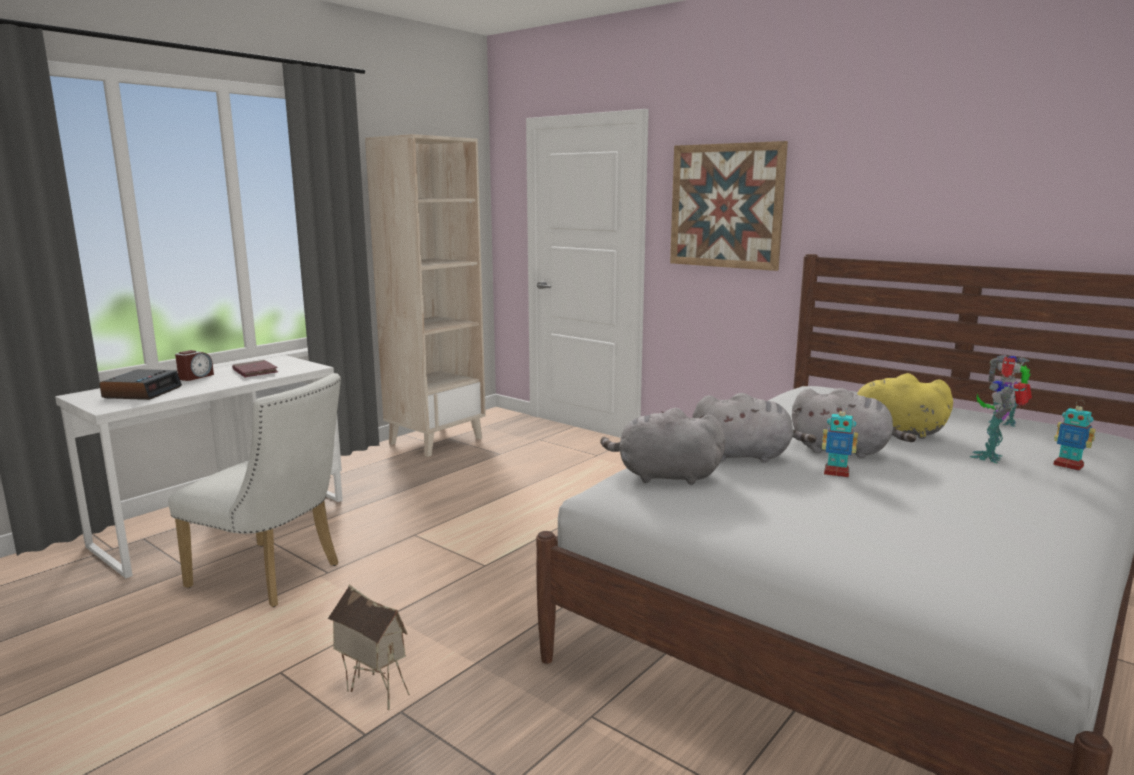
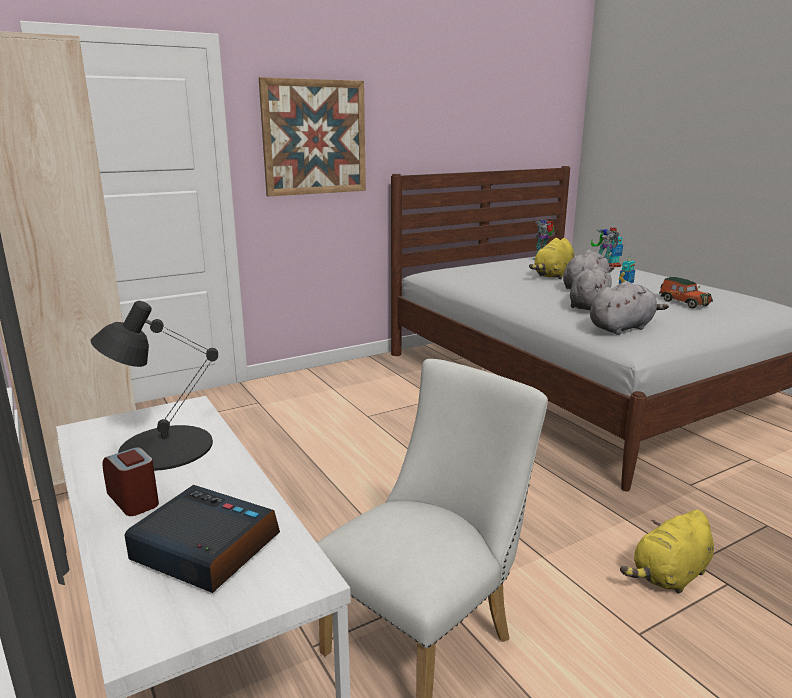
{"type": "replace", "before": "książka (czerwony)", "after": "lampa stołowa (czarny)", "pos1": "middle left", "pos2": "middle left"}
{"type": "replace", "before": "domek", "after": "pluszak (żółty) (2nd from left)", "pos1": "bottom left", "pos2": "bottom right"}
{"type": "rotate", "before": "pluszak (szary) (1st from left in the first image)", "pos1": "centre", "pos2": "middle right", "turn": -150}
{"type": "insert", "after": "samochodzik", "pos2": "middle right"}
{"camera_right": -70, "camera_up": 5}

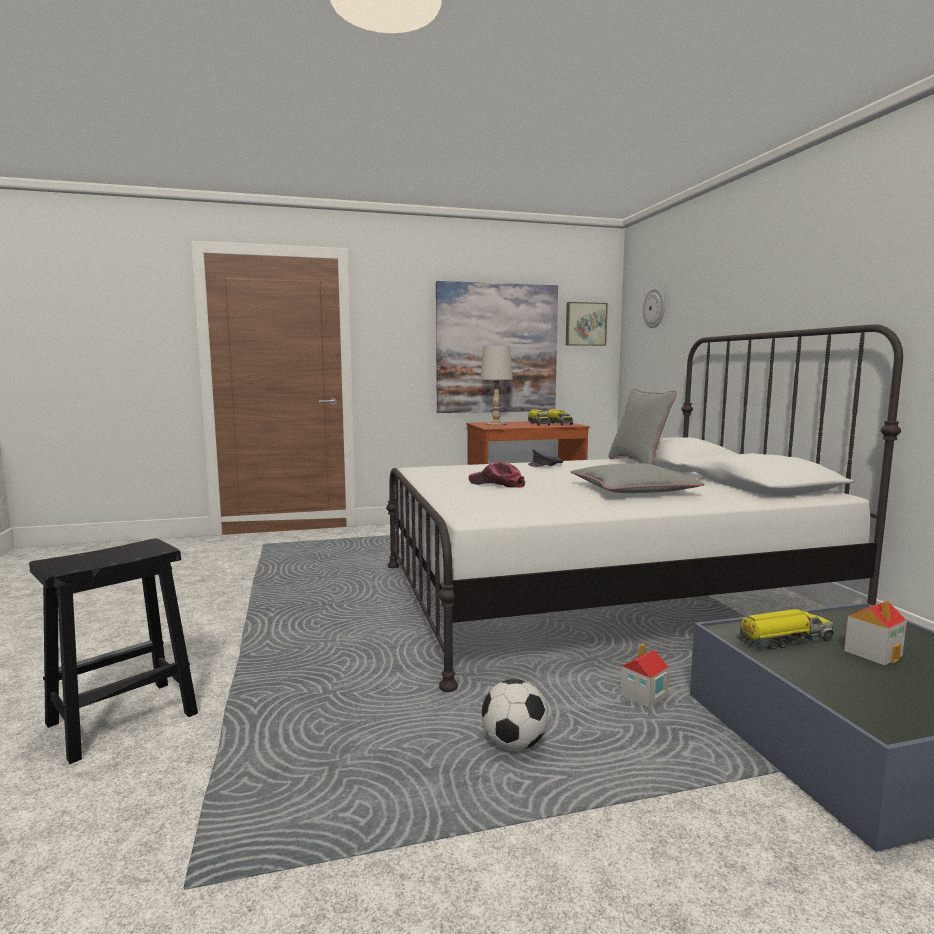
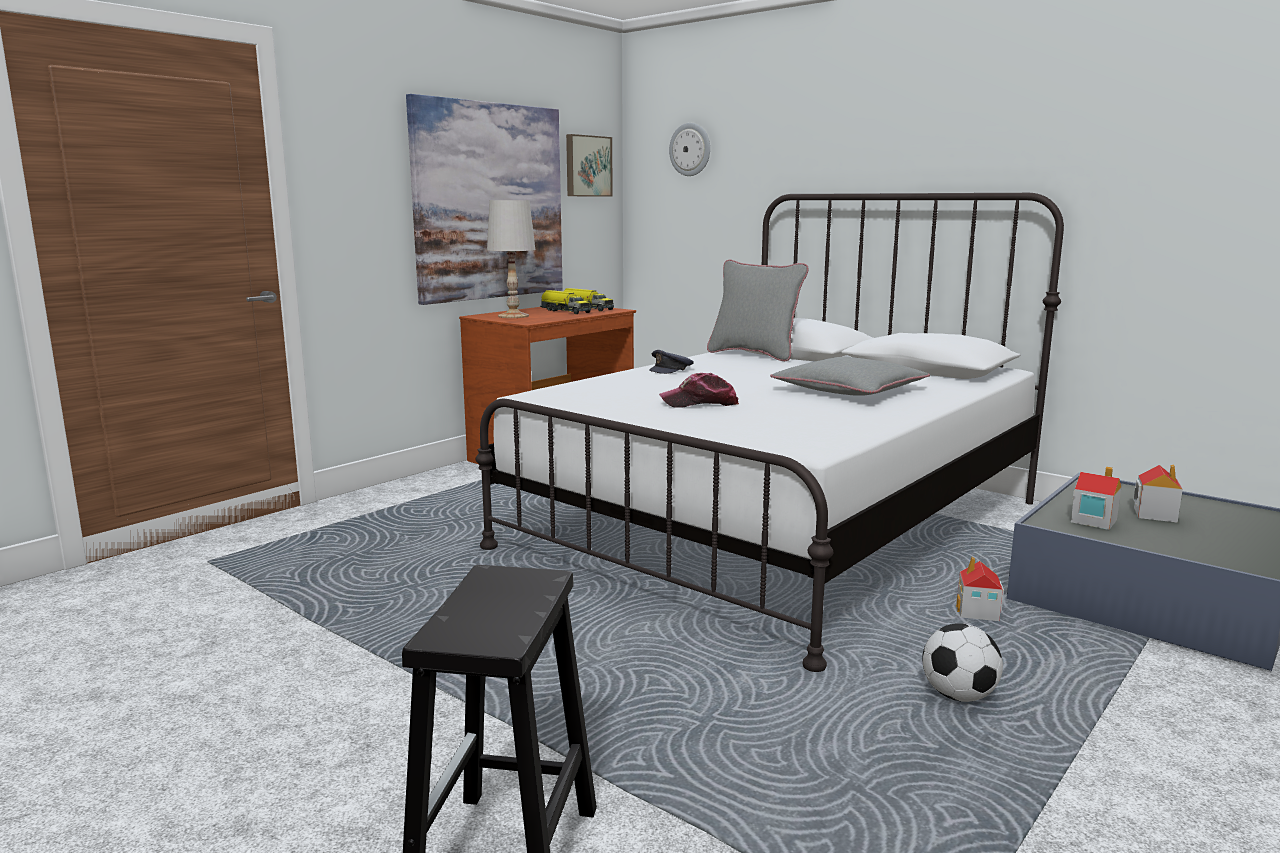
{"type": "replace", "before": "ciężarówka zabawkowa (3rd from left)", "after": "domek (2nd from left)", "pos1": "bottom right", "pos2": "middle right"}
{"camera_right": -35, "camera_up": 5}

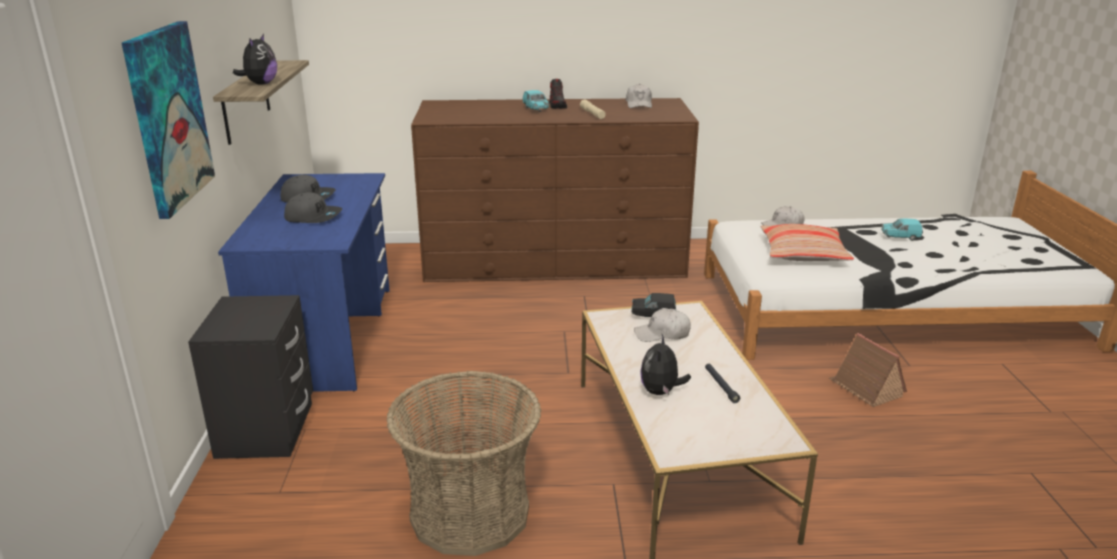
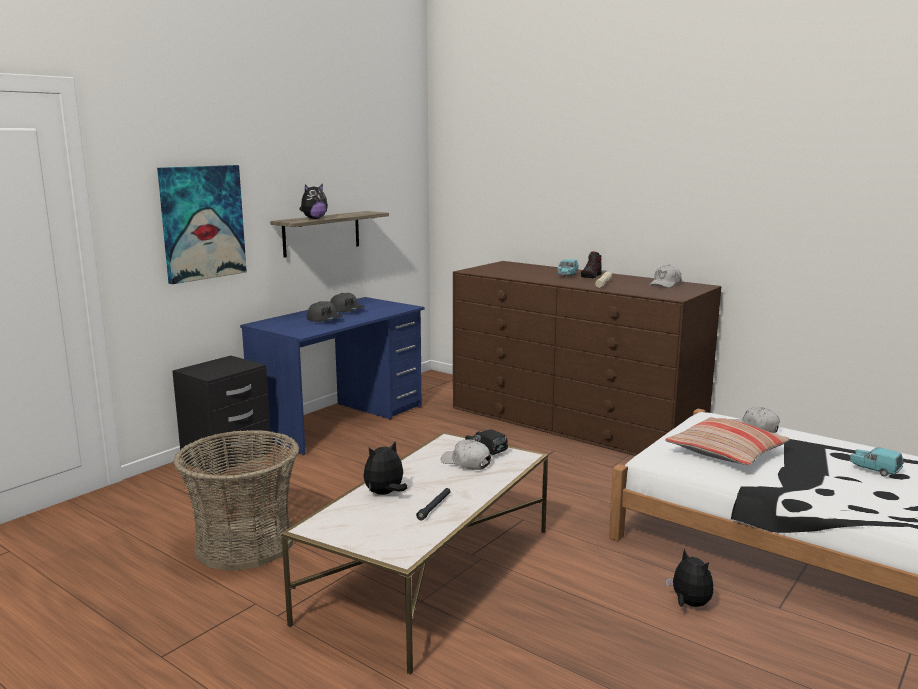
{"type": "replace", "before": "domek", "after": "pluszak (3rd from left)", "pos1": "middle right", "pos2": "bottom right"}
{"camera_right": 40, "camera_up": -10}

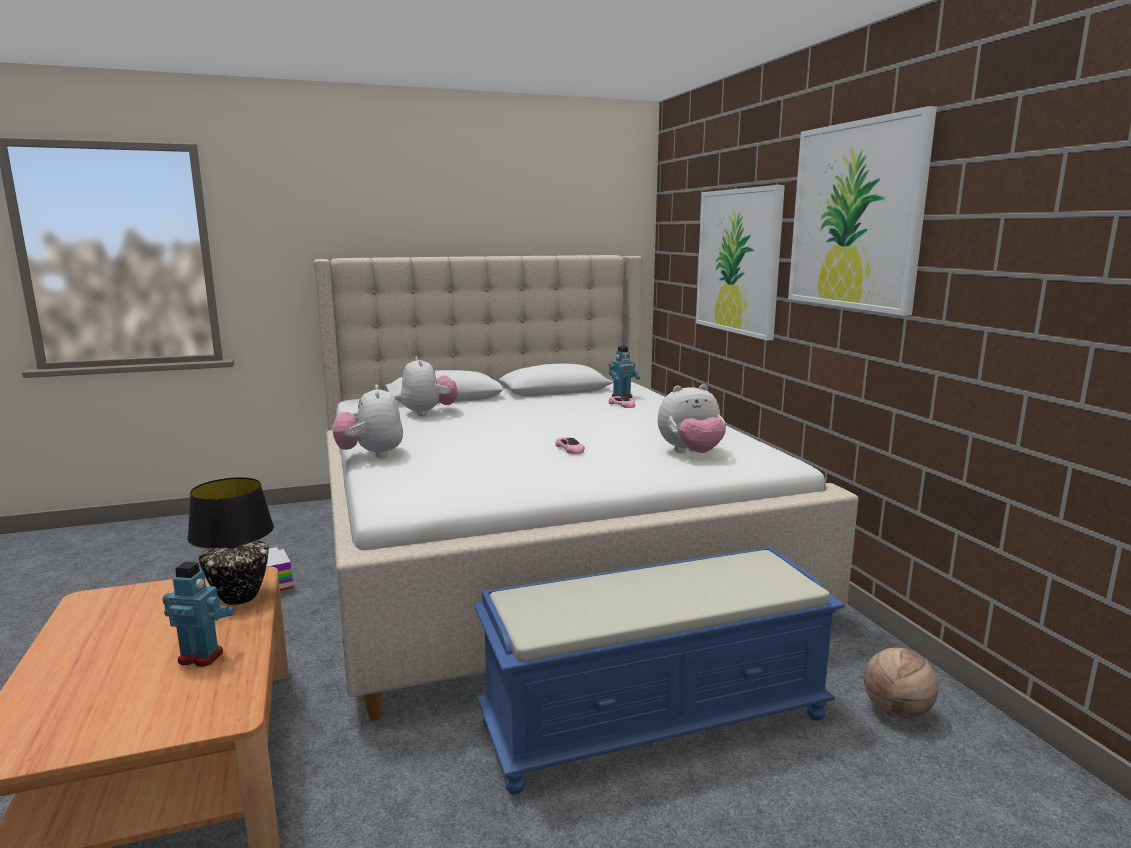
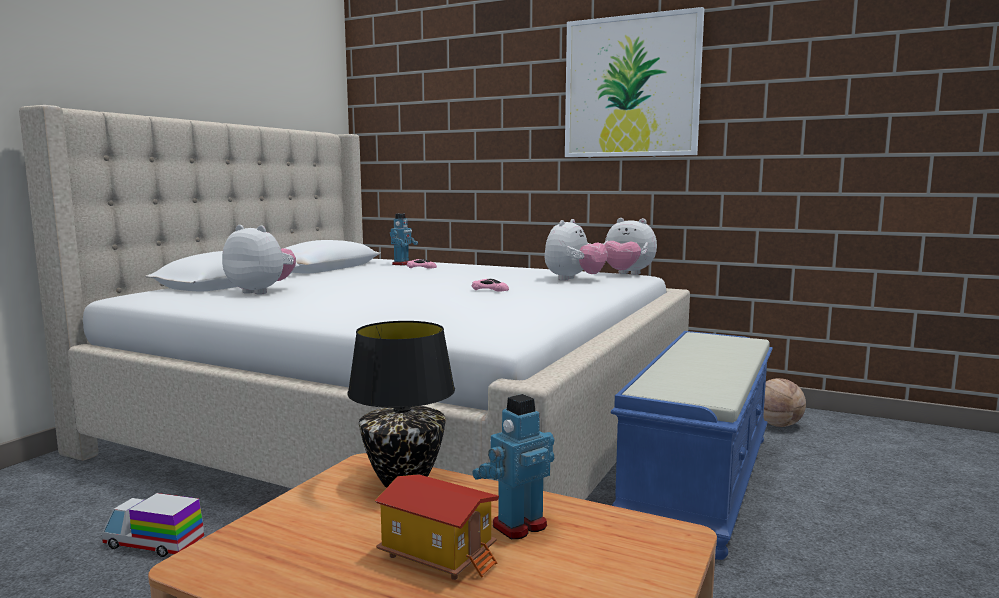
{"type": "move", "before": "pluszak (1st from left in the first image)", "after": "pluszak (3rd from left)", "pos1": "middle left", "pos2": "centre"}
{"type": "delete", "before": "obraz (1st from left)", "pos1": "top centre"}
{"type": "insert", "after": "domek", "pos2": "bottom centre"}
{"camera_right": -45, "camera_up": -5}

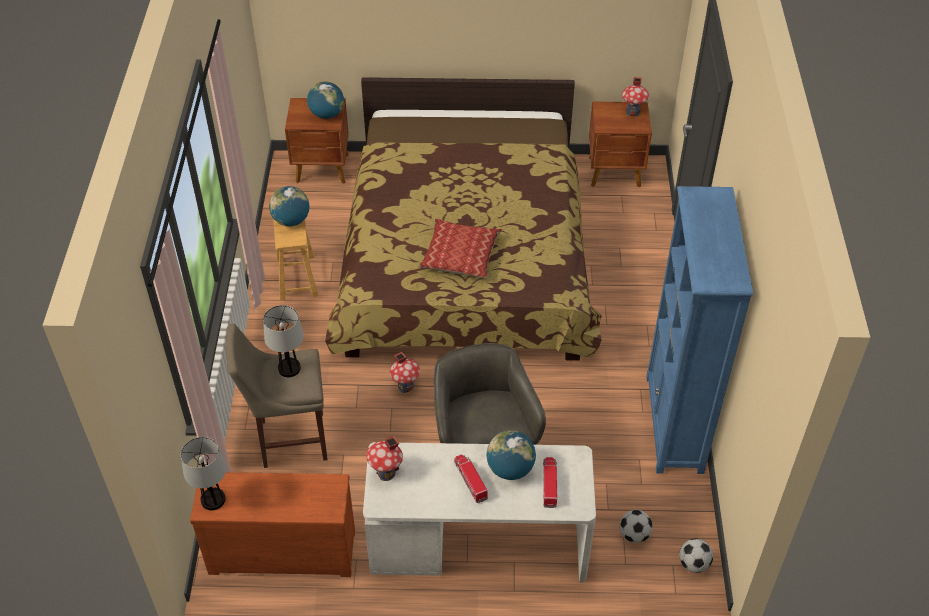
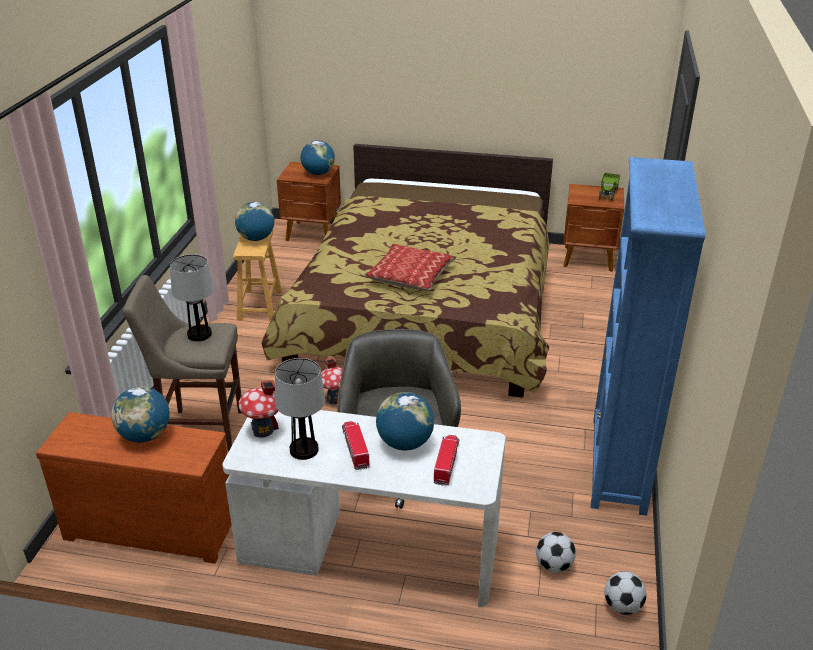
{"type": "move", "before": "lampa stołowa (1st from left in the first image)", "after": "lampa stołowa (2nd from left)", "pos1": "bottom left", "pos2": "centre"}
{"type": "replace", "before": "domek (3rd from left)", "after": "ciężarówka zabawkowa (3rd from left)", "pos1": "top right", "pos2": "top right"}
{"type": "insert", "after": "globus (1st from left)", "pos2": "middle left"}
{"camera_right": 10, "camera_up": -15}

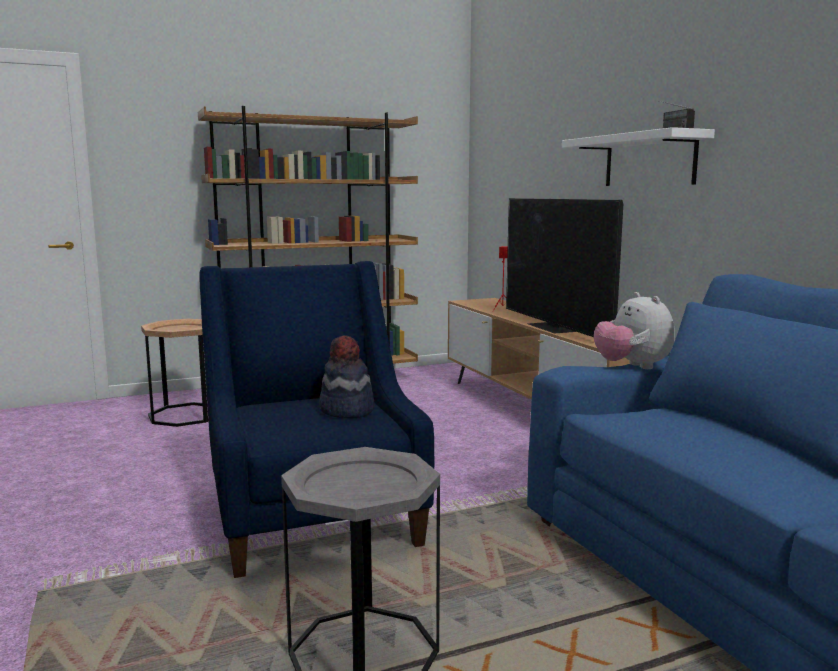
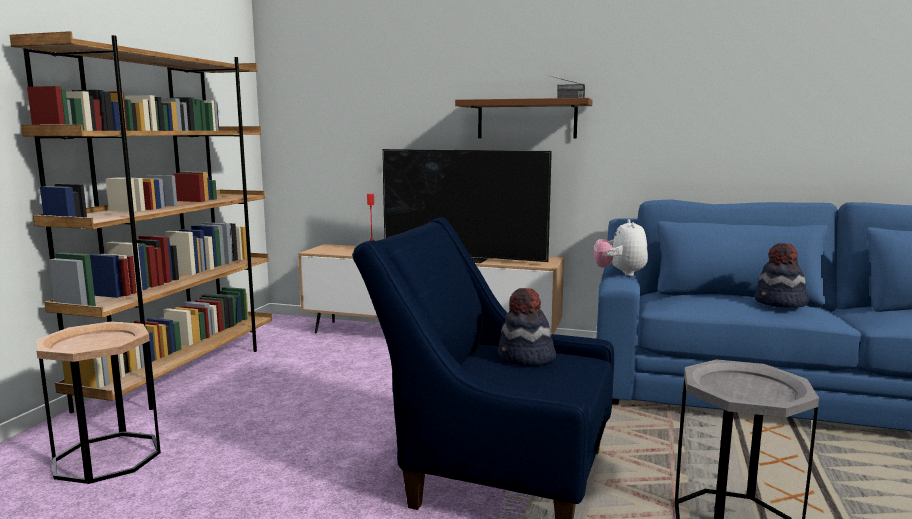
{"type": "recolor", "before": "półka (biały)", "after": "półka (brązowy)", "pos1": "top right", "pos2": "top centre"}
{"type": "rotate", "before": "pluszak", "pos1": "middle right", "pos2": "middle right", "turn": 75}
{"type": "insert", "after": "kapelusz (2nd from left)", "pos2": "middle right"}
{"camera_right": -50, "camera_up": 0}

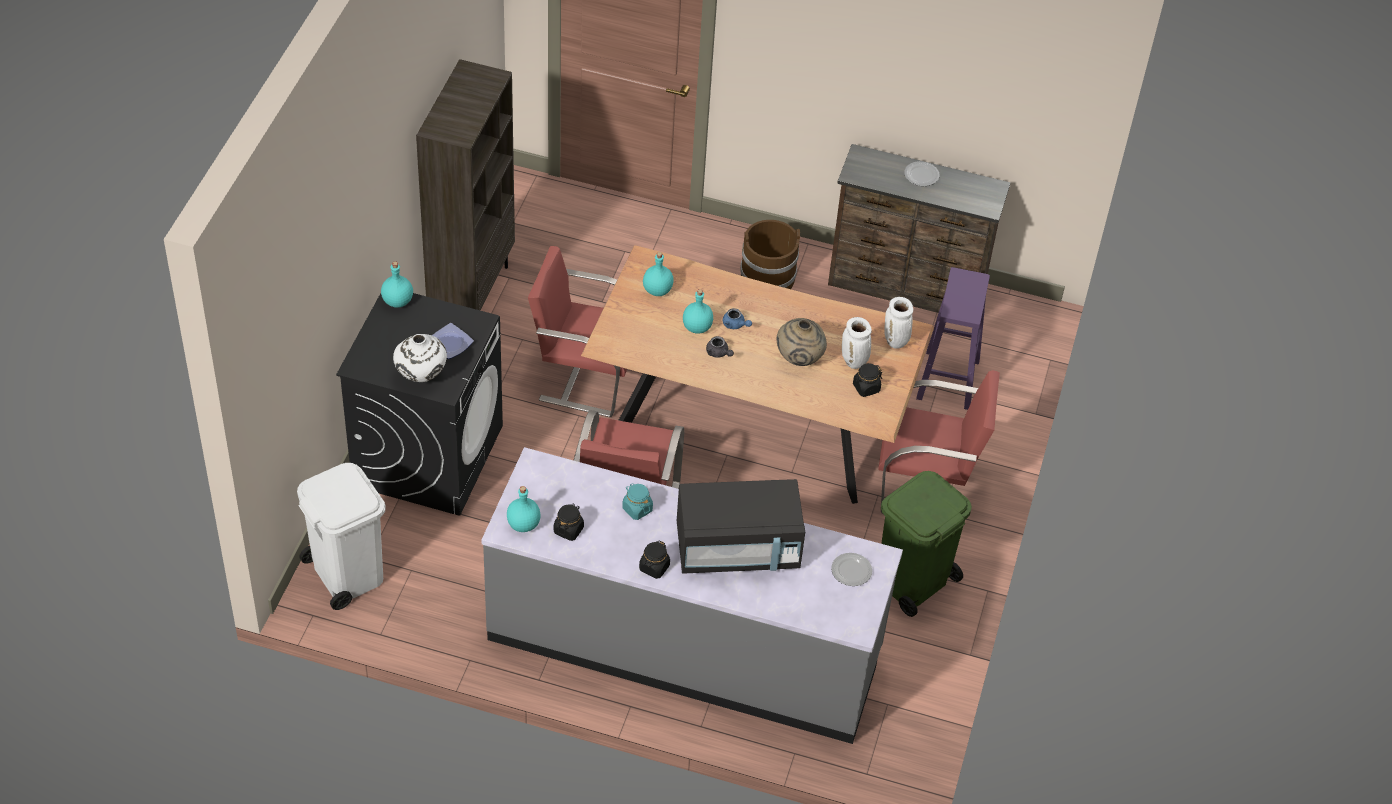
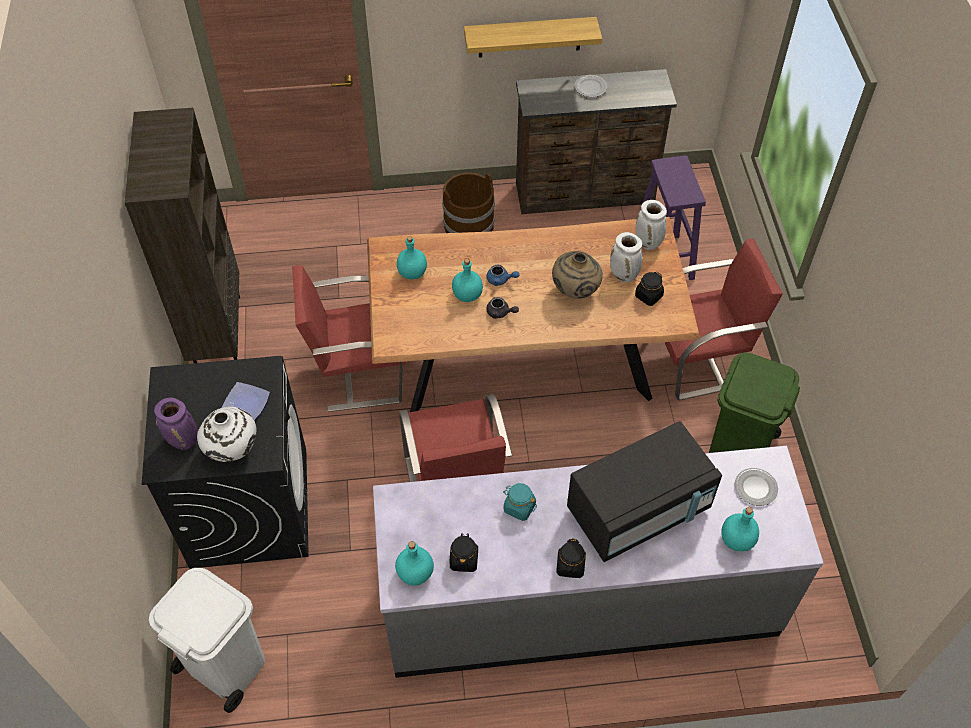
{"type": "move", "before": "butelka (turkusowy) (1st from left in the first image)", "after": "butelka (turkusowy) (4th from left)", "pos1": "middle left", "pos2": "bottom right"}
{"type": "insert", "after": "wazon (fioletowy)", "pos2": "middle left"}
{"type": "insert", "after": "półka", "pos2": "top centre"}
{"camera_right": -20, "camera_up": 5}

